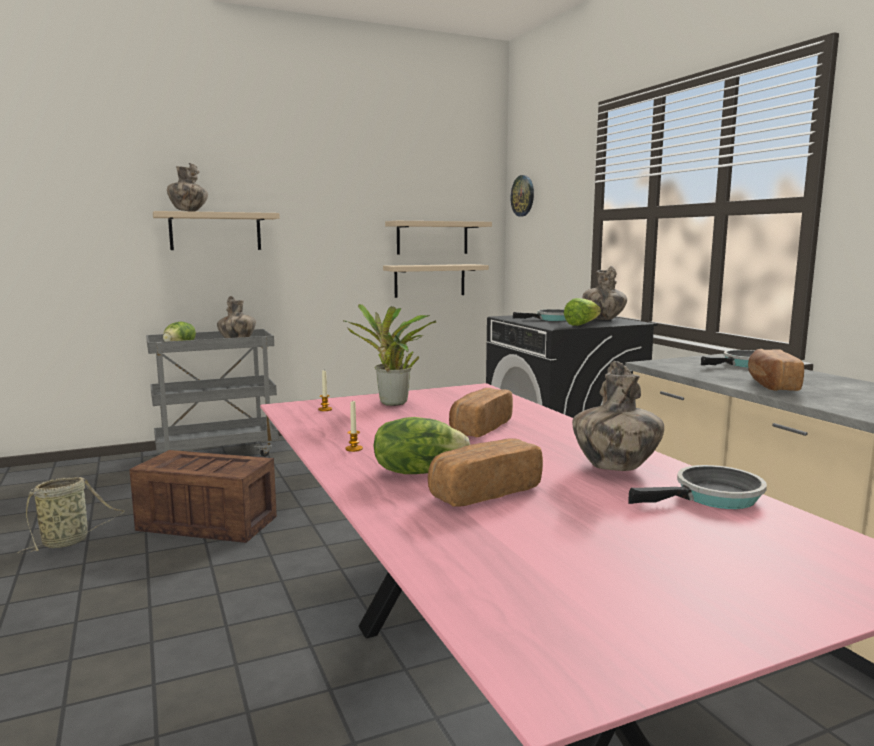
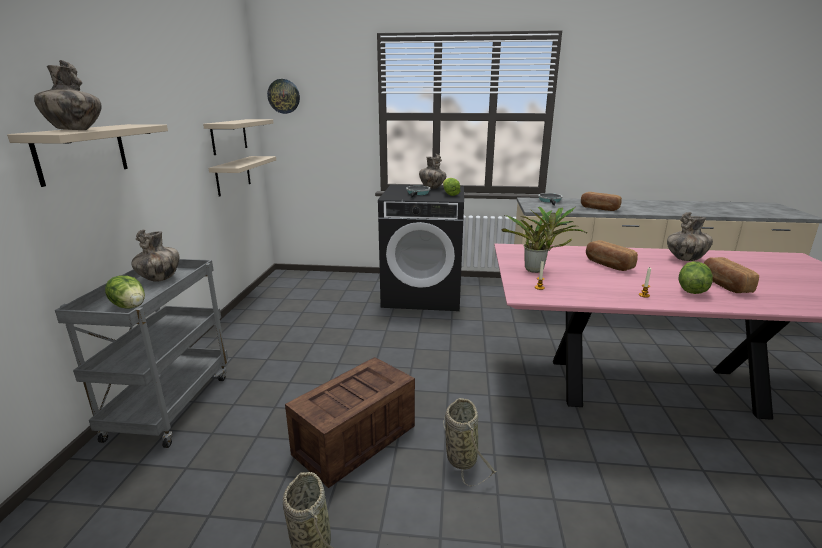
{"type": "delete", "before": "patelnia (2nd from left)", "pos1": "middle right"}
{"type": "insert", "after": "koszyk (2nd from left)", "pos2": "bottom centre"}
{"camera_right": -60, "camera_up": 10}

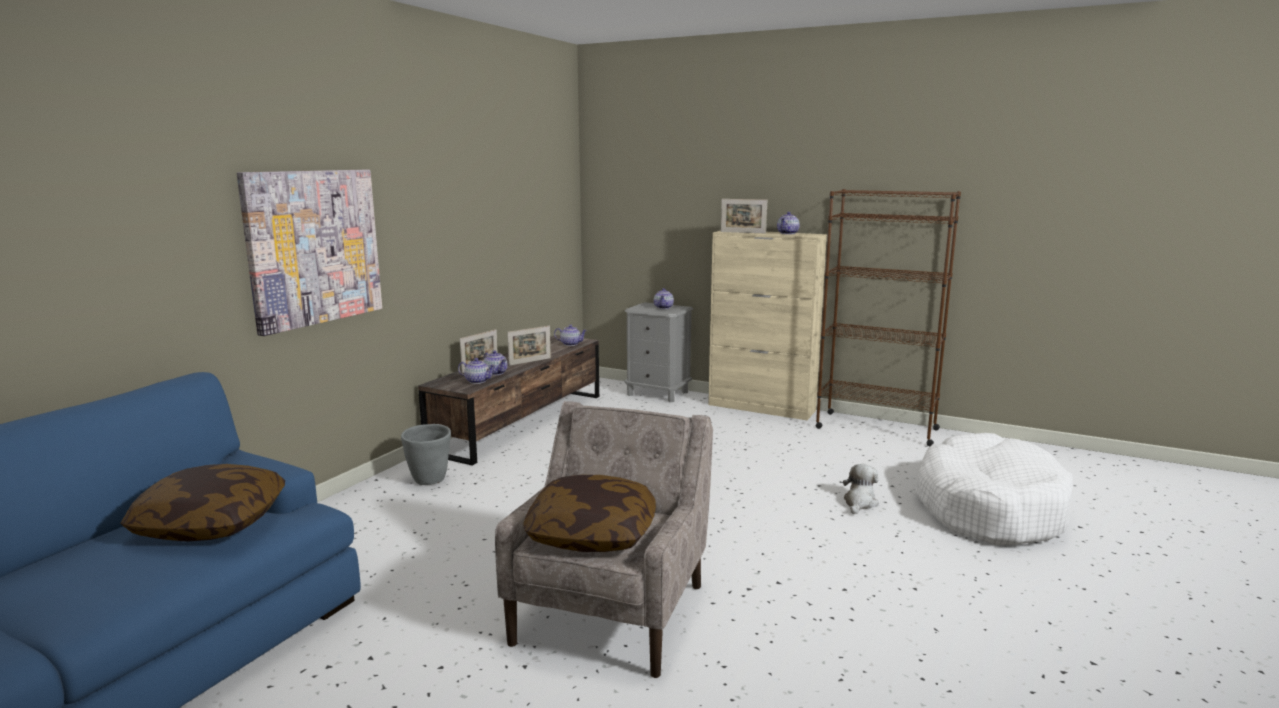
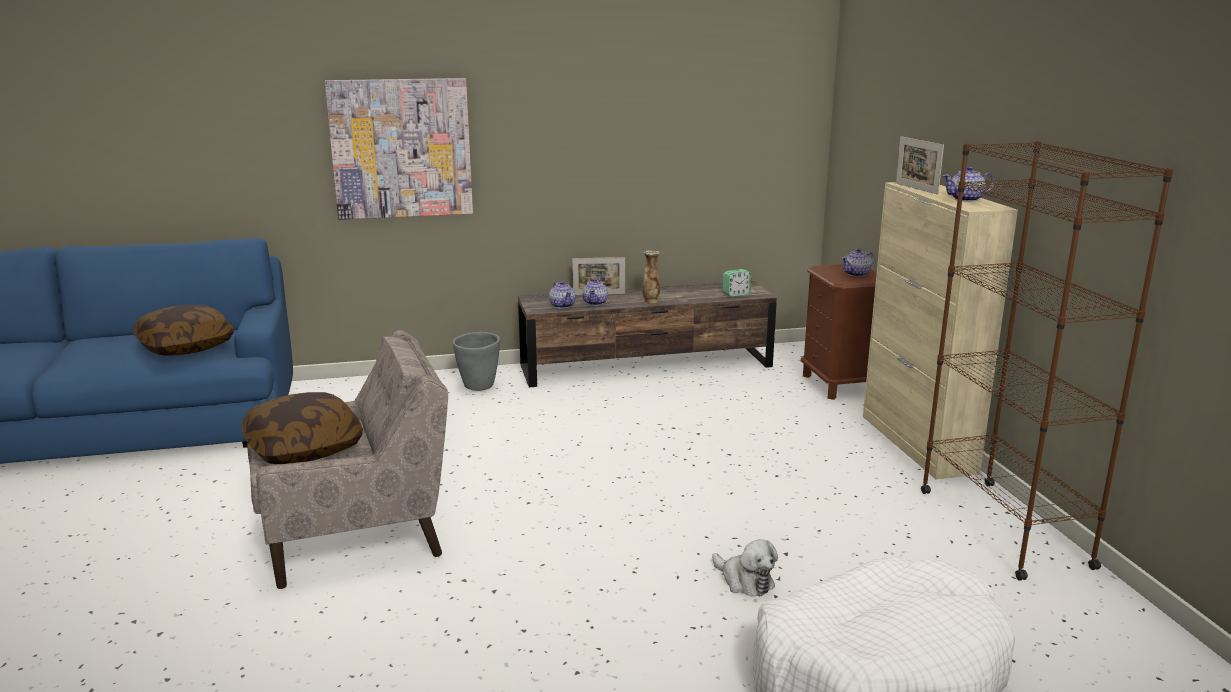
{"type": "replace", "before": "ramka na zdjęcie (2nd from left)", "after": "wazon", "pos1": "centre", "pos2": "centre"}
{"type": "replace", "before": "imbryk (3rd from left)", "after": "budzik", "pos1": "centre", "pos2": "centre"}
{"type": "recolor", "before": "szafka nocna (szary)", "after": "szafka nocna (brązowy)", "pos1": "centre", "pos2": "middle right"}
{"type": "rotate", "before": "pluszak", "pos1": "bottom right", "pos2": "bottom centre", "turn": 60}
{"camera_right": 50, "camera_up": 5}

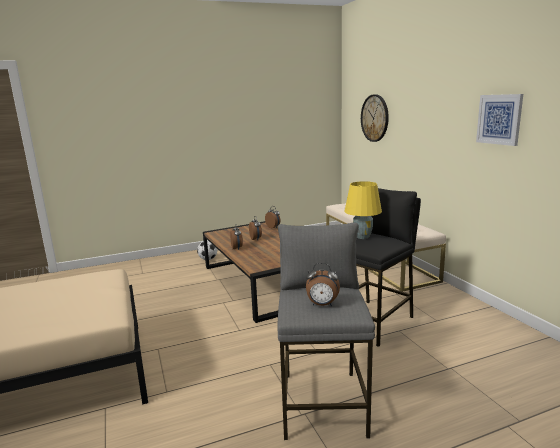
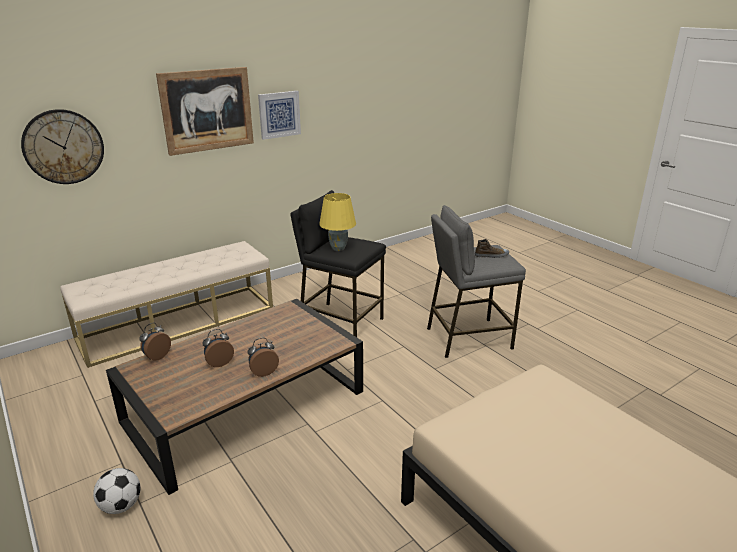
{"type": "replace", "before": "budzik (4th from left)", "after": "but", "pos1": "centre", "pos2": "middle right"}
{"type": "insert", "after": "obraz (1st from left)", "pos2": "top left"}
{"camera_right": -105, "camera_up": 10}

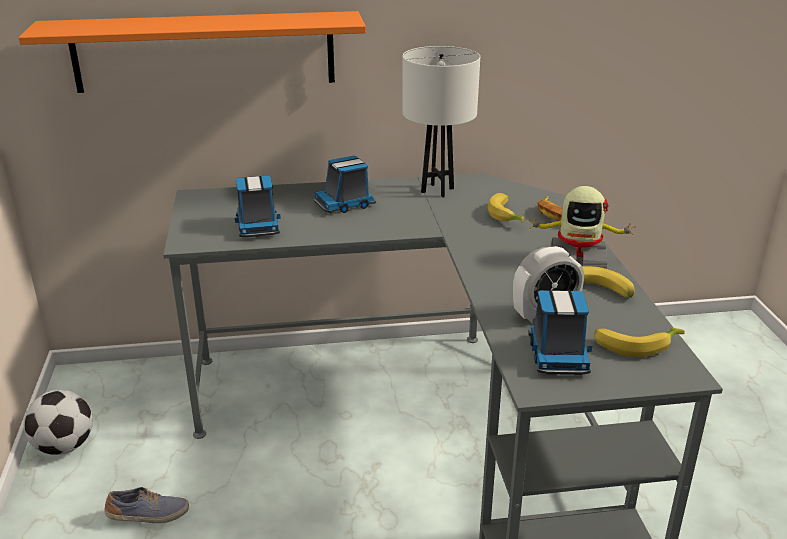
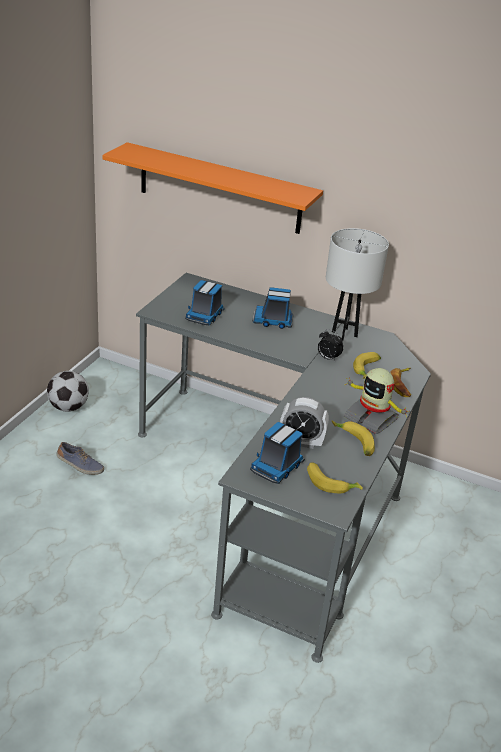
{"type": "insert", "after": "budzik (2nd from left)", "pos2": "centre"}
{"camera_right": 30, "camera_up": 5}

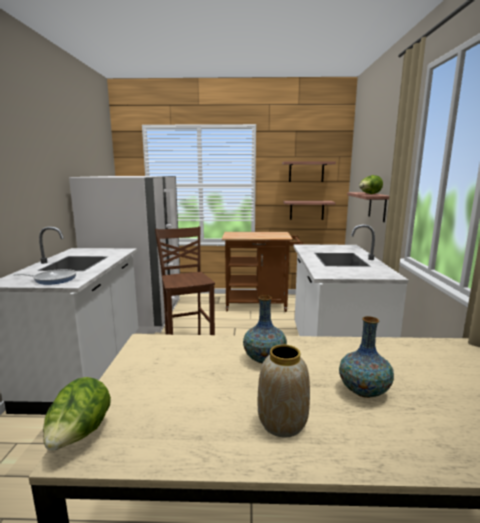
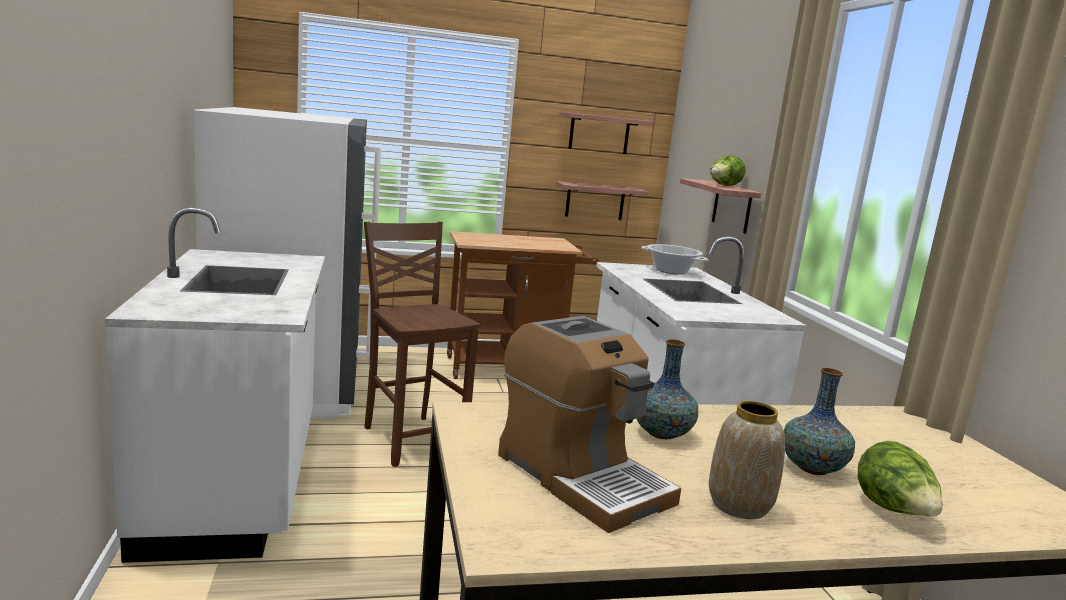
{"type": "delete", "before": "patelnia", "pos1": "middle left"}
{"type": "move", "before": "sałata (1st from left in the first image)", "after": "sałata (2nd from left)", "pos1": "bottom left", "pos2": "bottom right"}
{"type": "insert", "after": "ekspres do kawy", "pos2": "bottom centre"}
{"type": "insert", "after": "garnek", "pos2": "centre"}
{"camera_right": -15, "camera_up": 0}

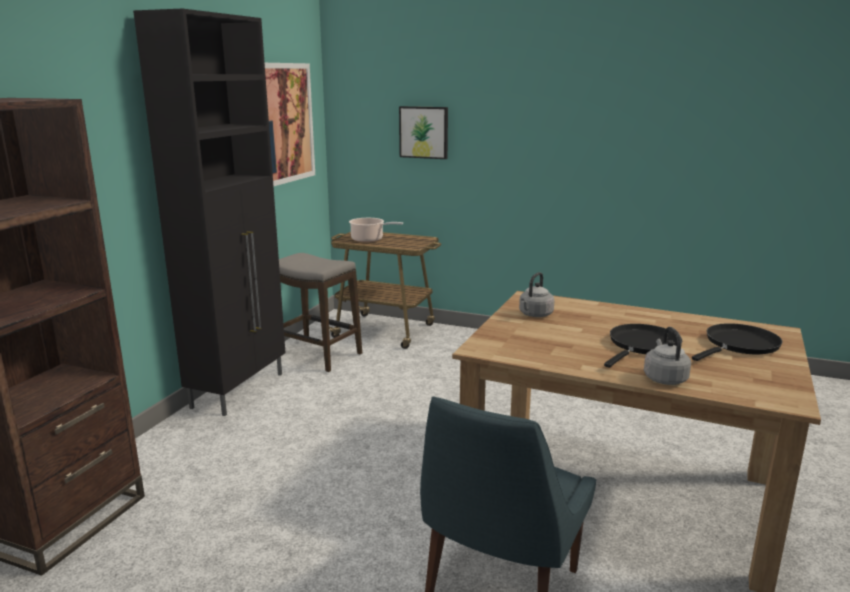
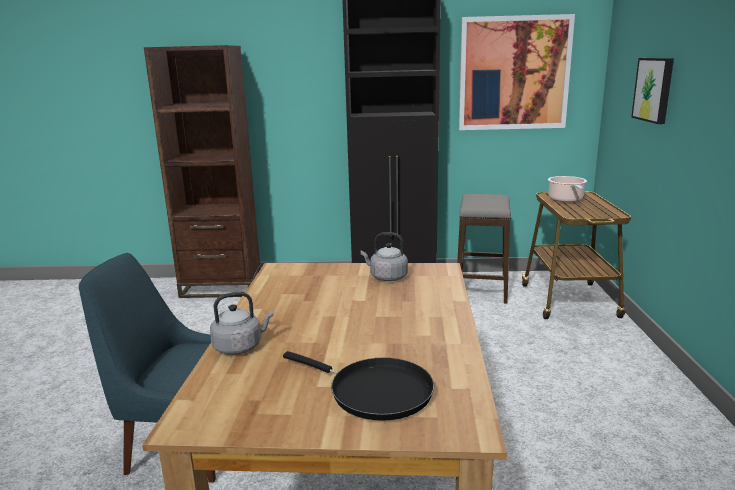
{"type": "delete", "before": "patelnia (czarny) (1st from left)", "pos1": "middle right"}
{"camera_right": 70, "camera_up": 0}

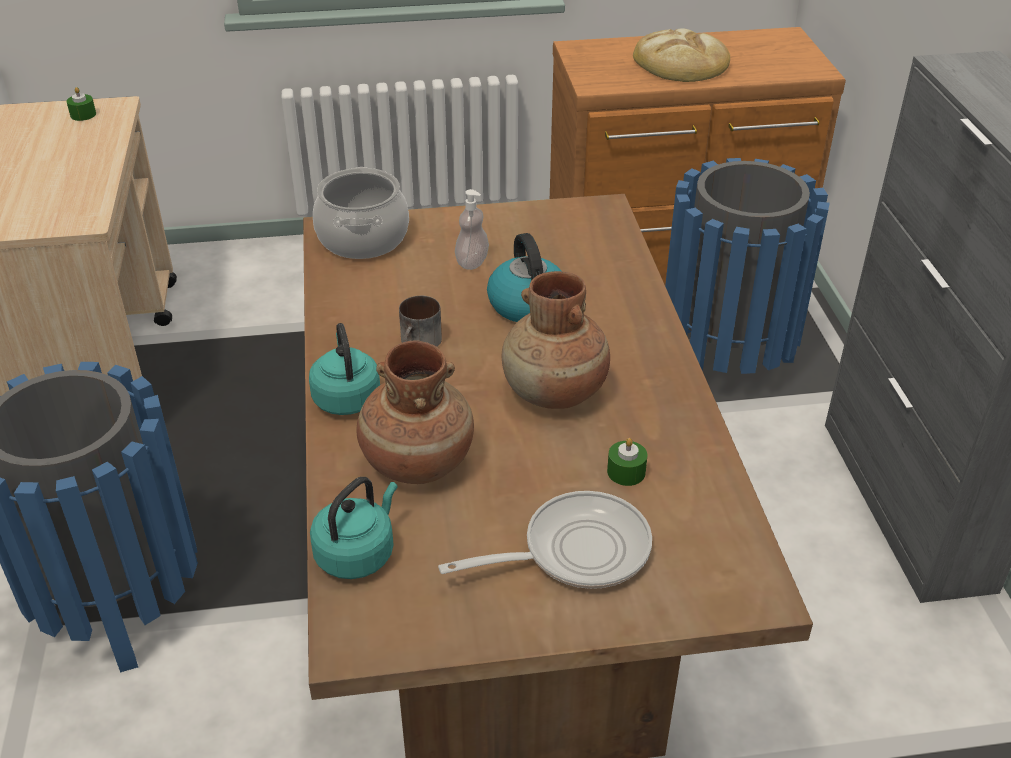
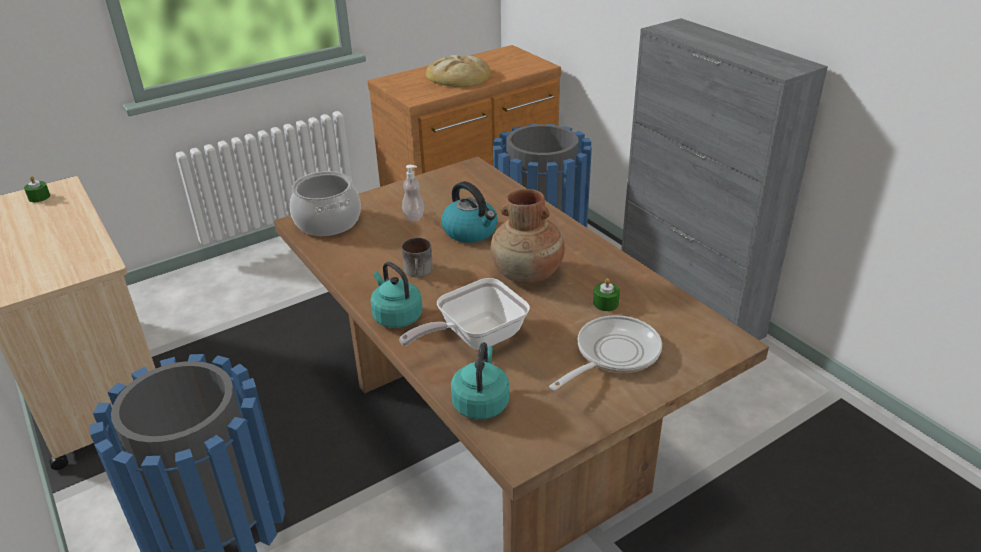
{"type": "replace", "before": "wazon (brązowy) (1st from left)", "after": "patelnia (1st from left)", "pos1": "centre", "pos2": "centre"}
{"camera_right": -25, "camera_up": -5}

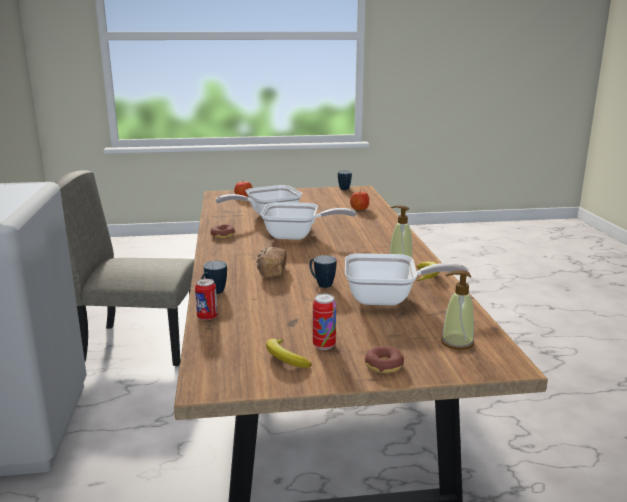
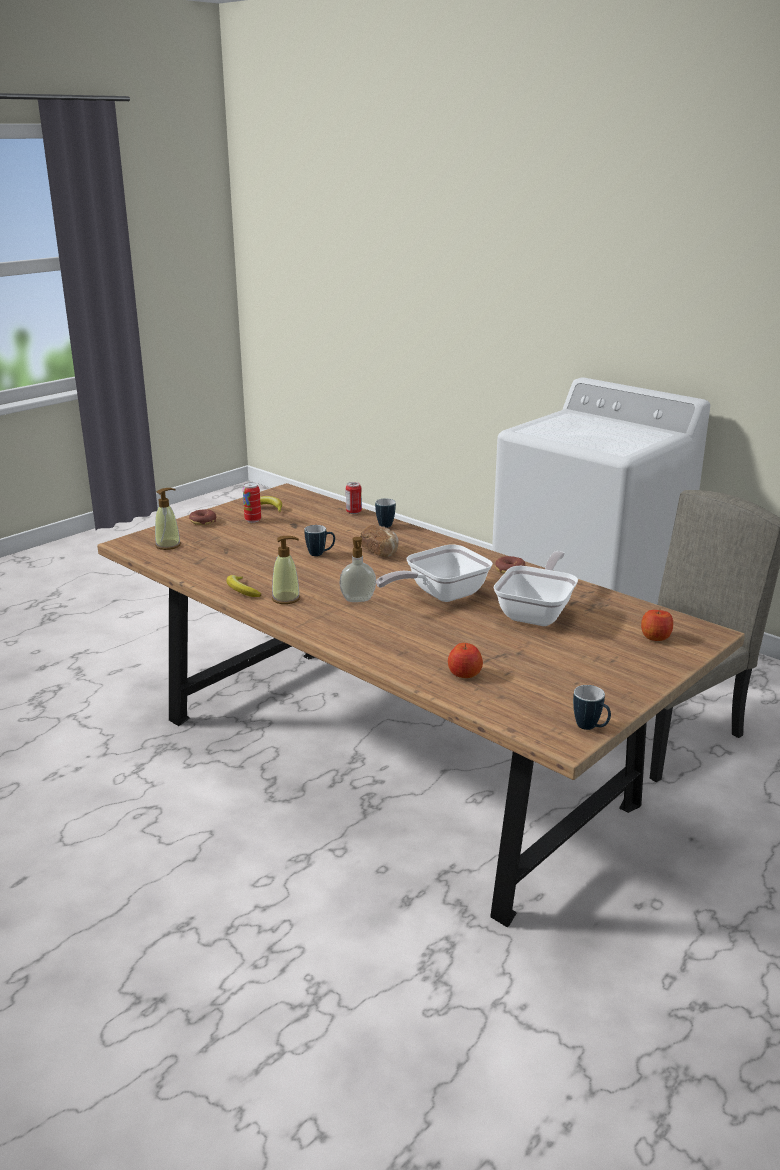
{"type": "delete", "before": "patelnia (3rd from left)", "pos1": "centre"}
{"type": "insert", "after": "dozownik mydła (3rd from left)", "pos2": "centre"}
{"camera_right": 140, "camera_up": 5}

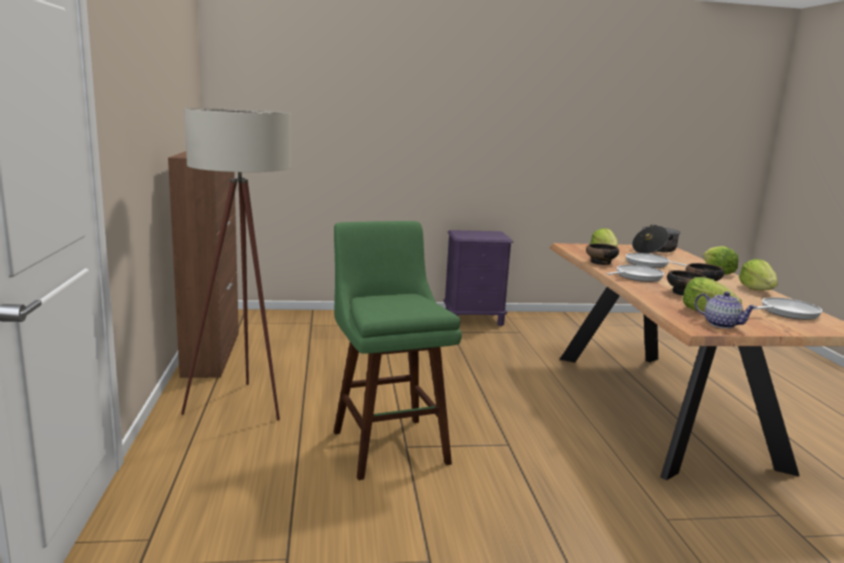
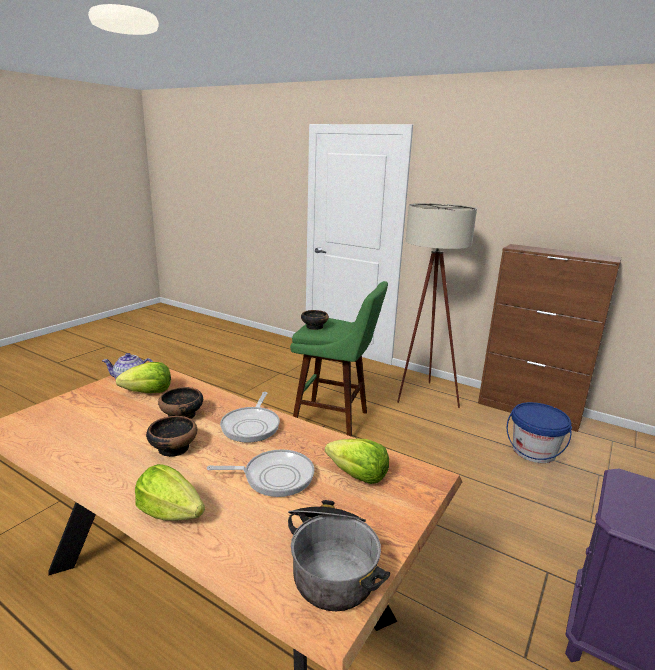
{"type": "move", "before": "miska (1st from left in the first image)", "after": "miska (3rd from left)", "pos1": "middle right", "pos2": "centre"}
{"type": "delete", "before": "sałata (4th from left)", "pos1": "middle right"}
{"type": "delete", "before": "patelnia (3rd from left)", "pos1": "middle right"}
{"type": "insert", "after": "wiadro (niebieski)", "pos2": "middle right"}
{"camera_right": 130, "camera_up": 5}

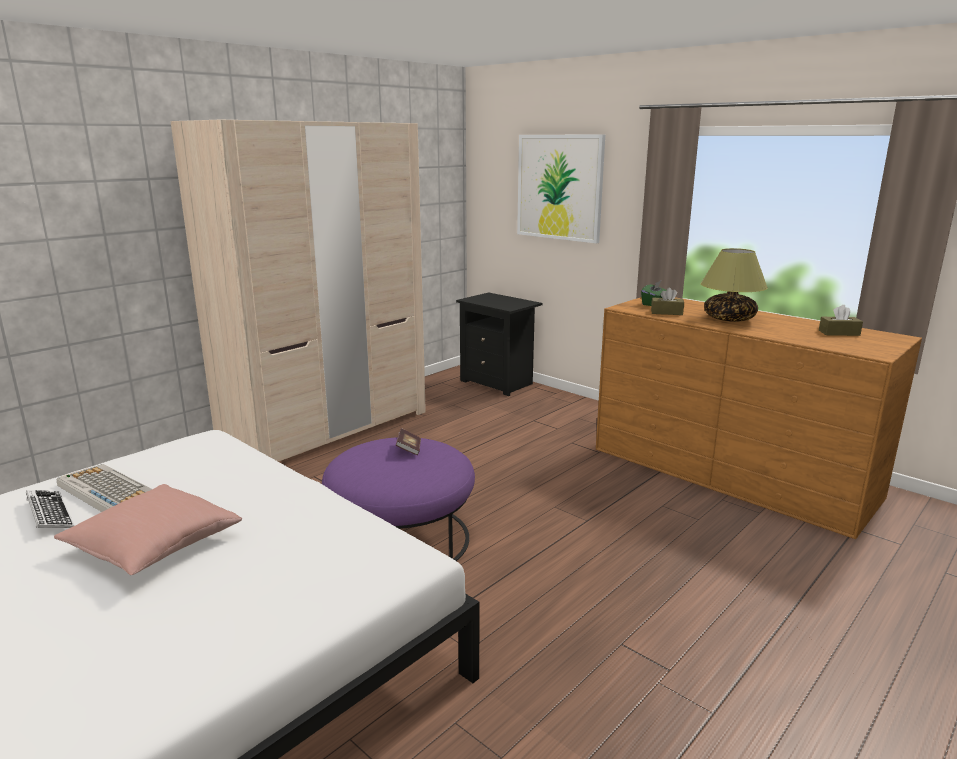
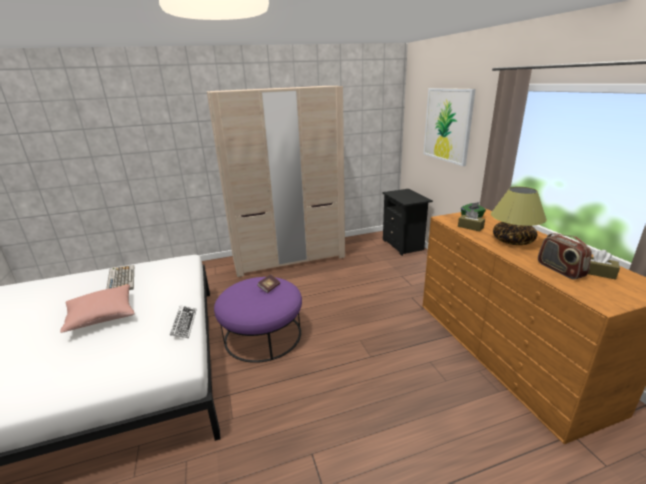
{"type": "move", "before": "klawiatura (1st from left in the first image)", "after": "klawiatura (2nd from left)", "pos1": "bottom left", "pos2": "middle left"}
{"type": "insert", "after": "radio", "pos2": "middle right"}
{"camera_right": 30, "camera_up": 5}

